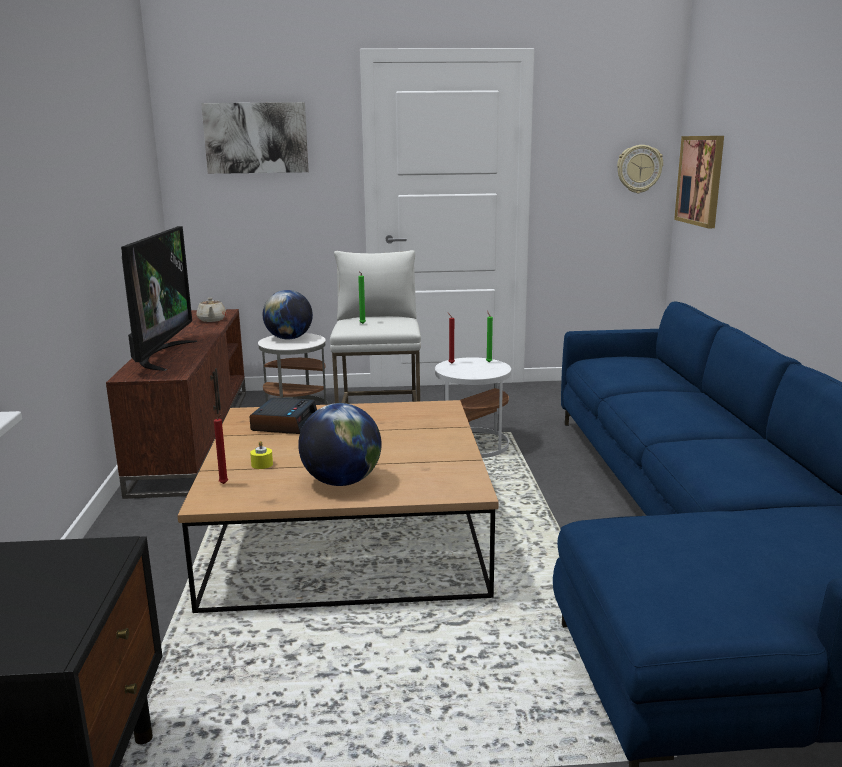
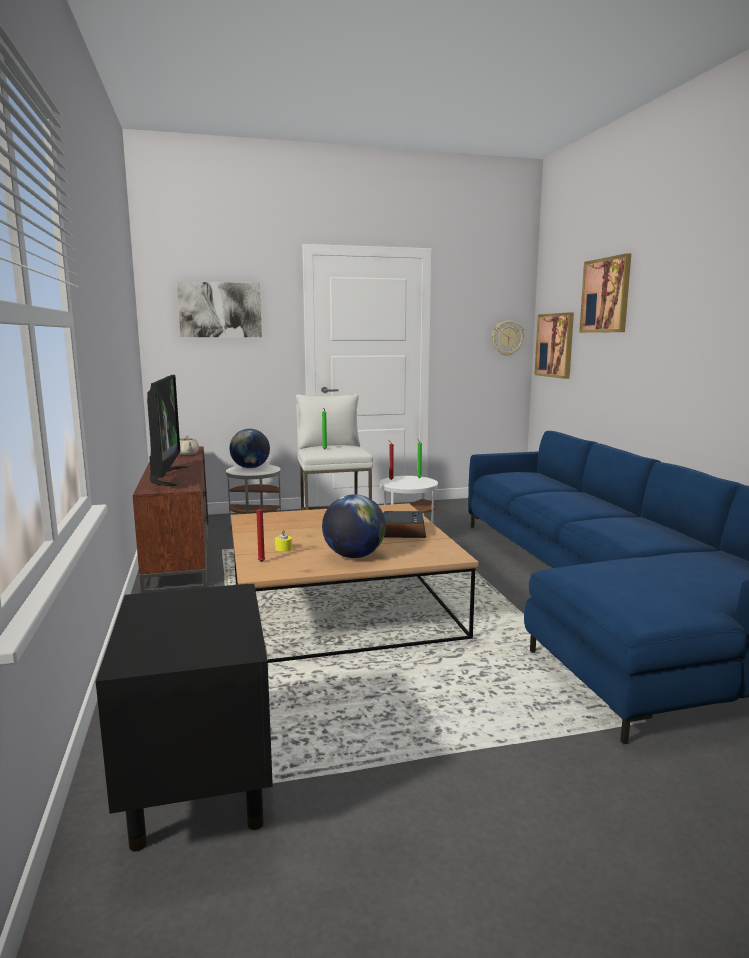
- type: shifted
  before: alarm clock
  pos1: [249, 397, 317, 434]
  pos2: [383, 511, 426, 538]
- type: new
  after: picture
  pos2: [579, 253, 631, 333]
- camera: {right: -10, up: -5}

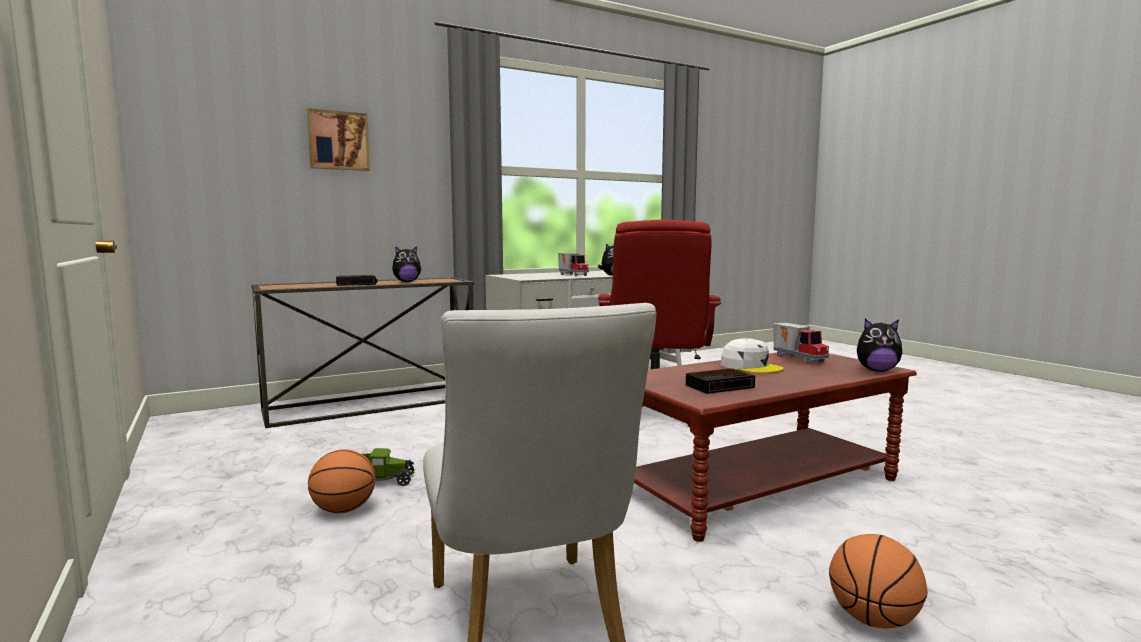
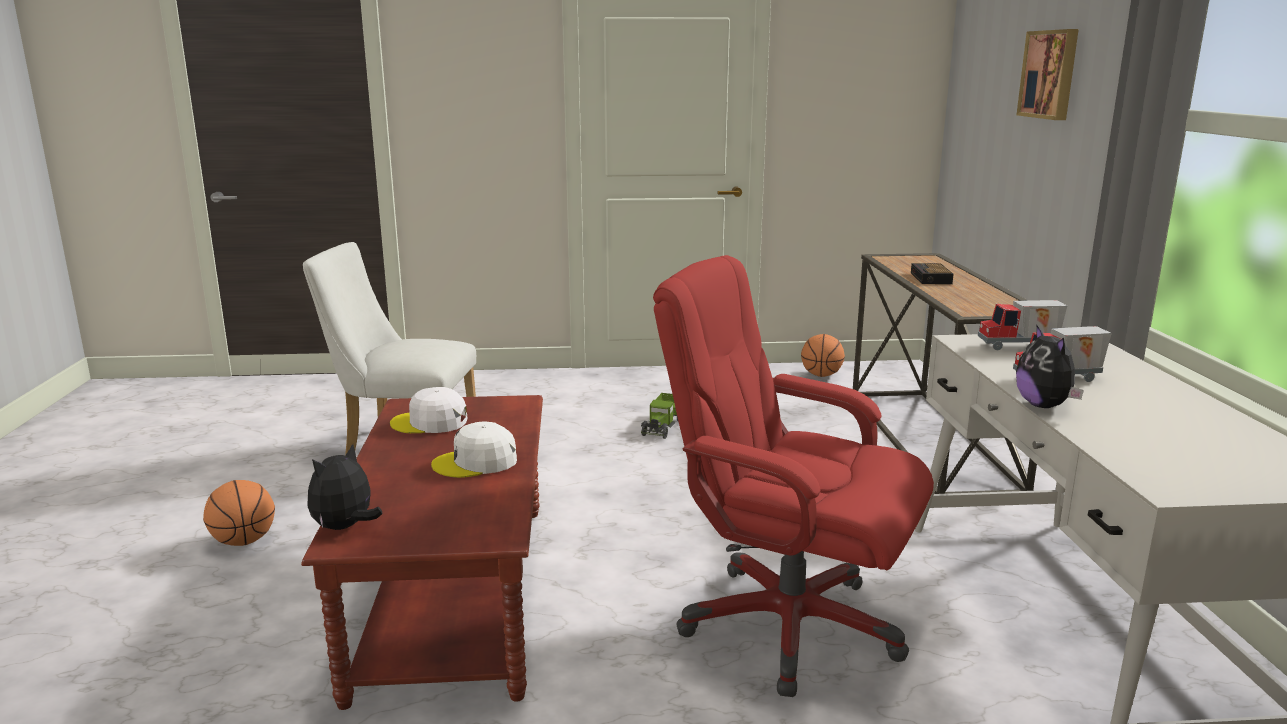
- type: swapped
  before: alarm clock
  after: cap (white)
  pos1: [686, 368, 755, 394]
  pos2: [390, 387, 468, 433]
- type: shifted
  before: basketball
  pos1: [308, 449, 376, 513]
  pos2: [801, 334, 845, 377]
- type: shifted
  before: toy truck
  pos1: [773, 323, 829, 364]
  pos2: [978, 300, 1067, 350]
- type: gone
  before: plush toy
  pos1: [392, 246, 422, 282]
- camera: {right: 115, up: 10}

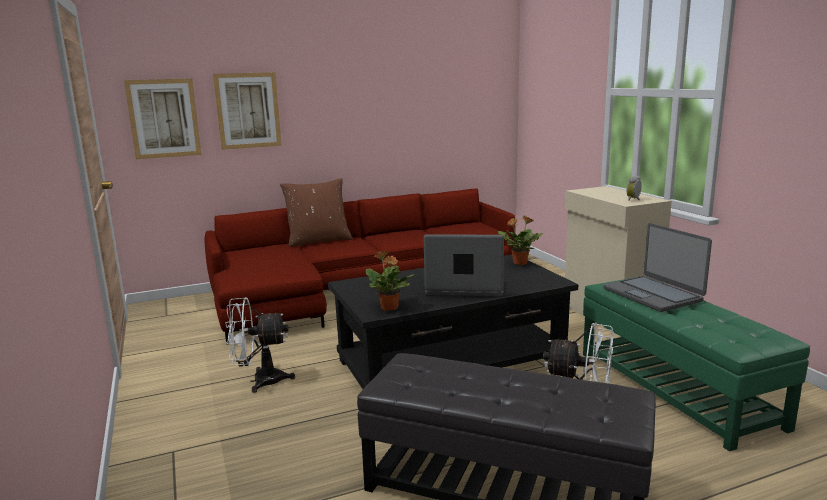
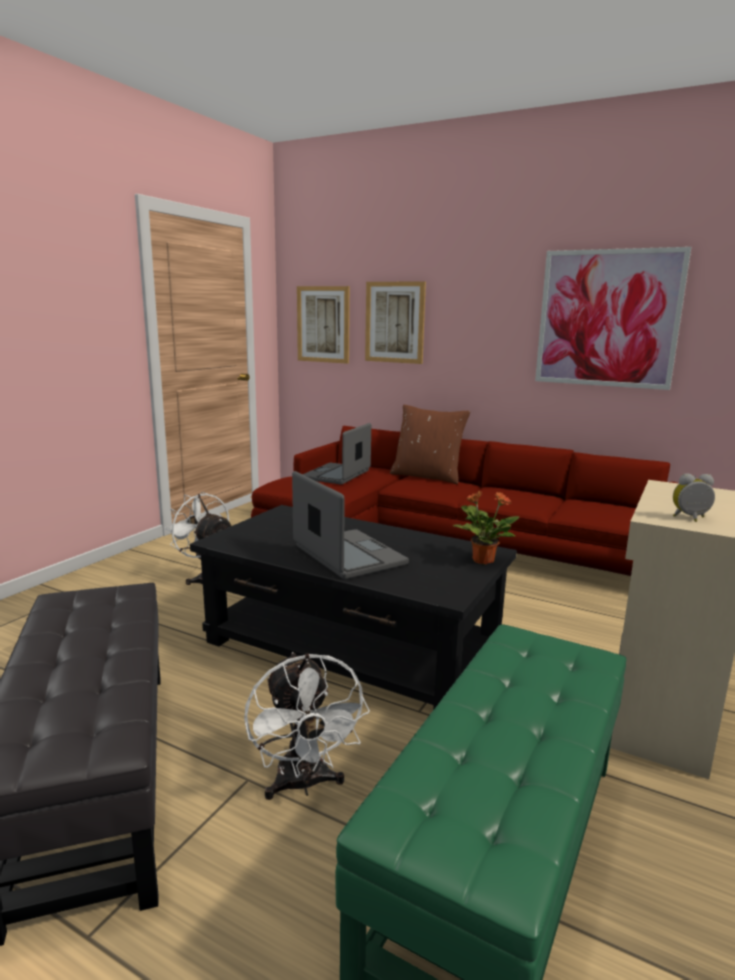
- type: shifted
  before: laptop
  pos1: [603, 223, 712, 312]
  pos2: [303, 423, 371, 484]
- type: new
  after: picture
  pos2: [535, 247, 691, 390]
- type: gone
  before: potted plant
  pos1: [366, 251, 415, 311]
- camera: {right: 50, up: 0}

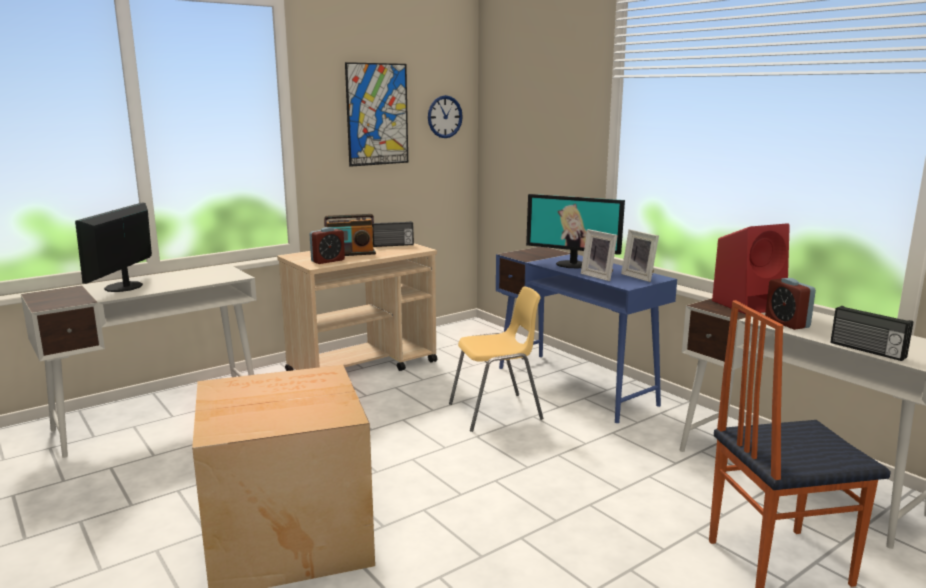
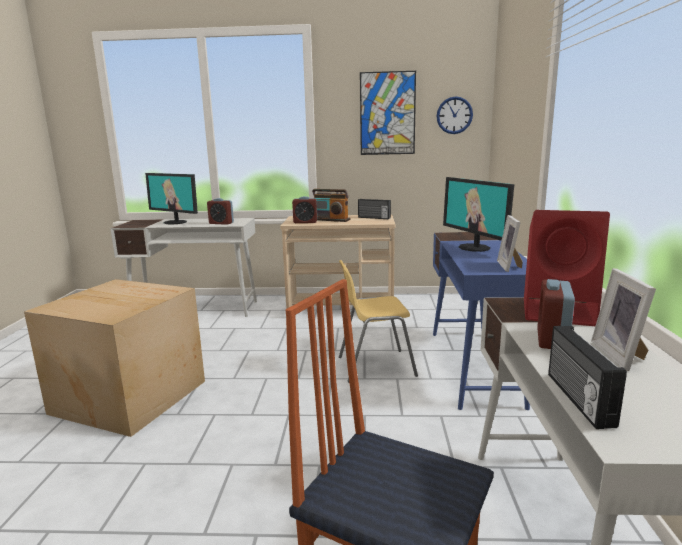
- type: rotated
  before: monitor
  pos1: [75, 203, 152, 292]
  pos2: [145, 173, 198, 224]
  turn: -105
- type: new
  after: alarm clock
  pos2: [207, 198, 234, 225]
- type: rotated
  before: chair (yellow)
  pos1: [449, 287, 543, 432]
  pos2: [339, 260, 418, 382]
  turn: 150
- type: shifted
  before: picture frame
  pos1: [581, 229, 618, 281]
  pos2: [591, 268, 656, 371]
- camera: {right: 40, up: 0}

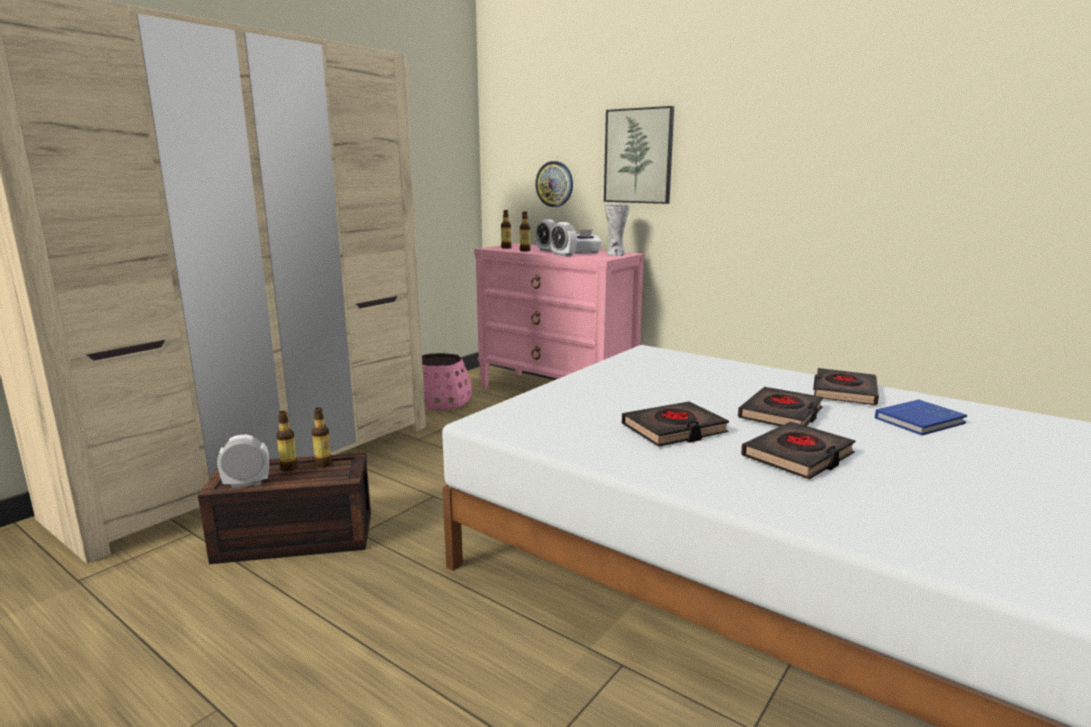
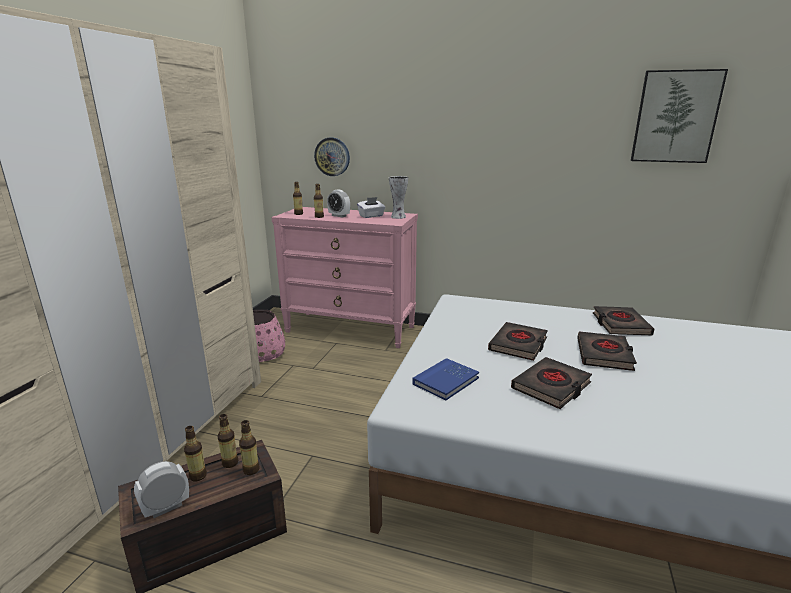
- type: new
  after: bottle
  pos2: [239, 420, 260, 475]
- type: shifted
  before: book (blue)
  pos1: [875, 400, 967, 435]
  pos2: [413, 358, 479, 400]
- type: shifted
  before: book (black)
  pos1: [741, 422, 856, 479]
  pos2: [488, 322, 548, 361]
- type: shifted
  before: picture
  pos1: [604, 106, 674, 204]
  pos2: [631, 69, 728, 163]
- type: gone
  before: alarm clock
  pos1: [550, 222, 577, 257]
- camera: {right: -20, up: 5}

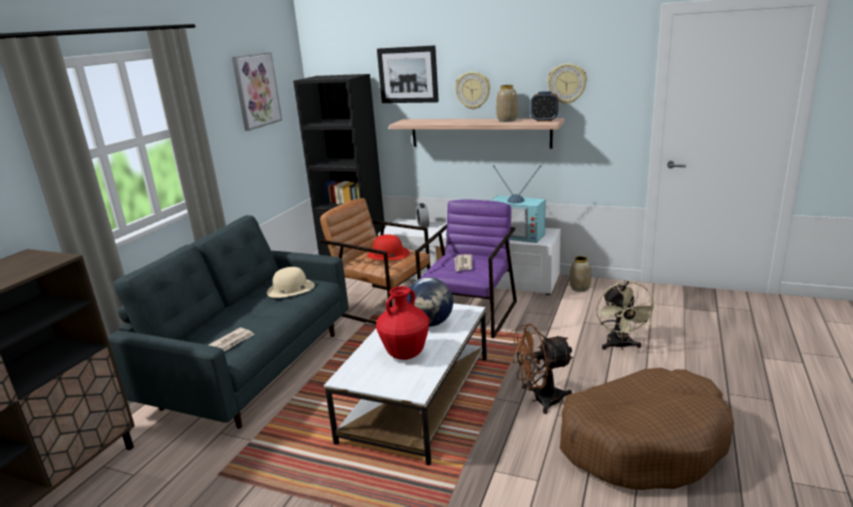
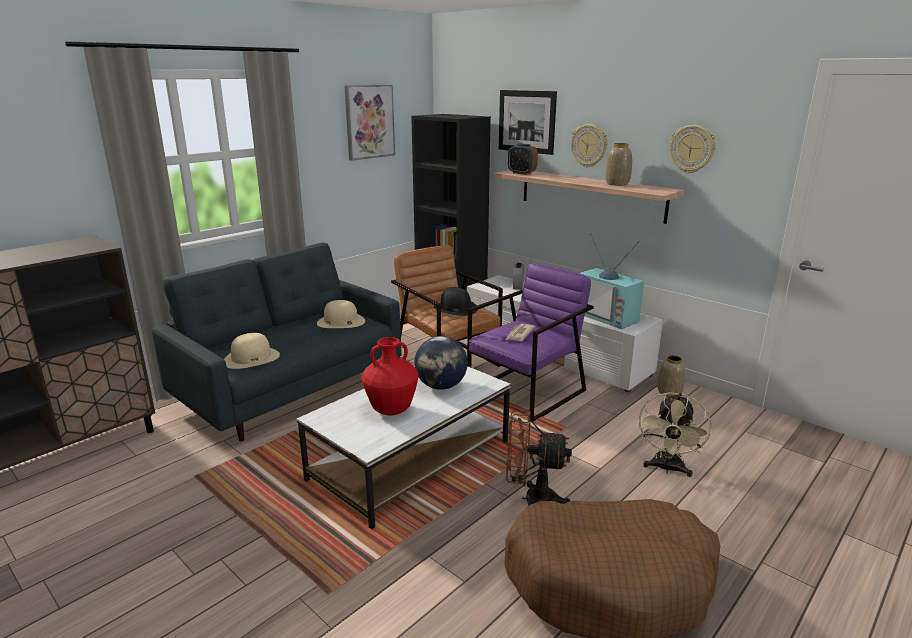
- type: swapped
  before: newspaper
  after: hat (beige)
  pos1: [209, 327, 254, 352]
  pos2: [224, 333, 280, 369]
- type: repainted
  before: hat (red)
  after: hat (black)
  pos1: [367, 235, 410, 260]
  pos2: [434, 287, 478, 316]
- type: shifted
  before: alarm clock
  pos1: [530, 91, 559, 122]
  pos2: [508, 143, 538, 175]
- camera: {right: 20, up: 0}

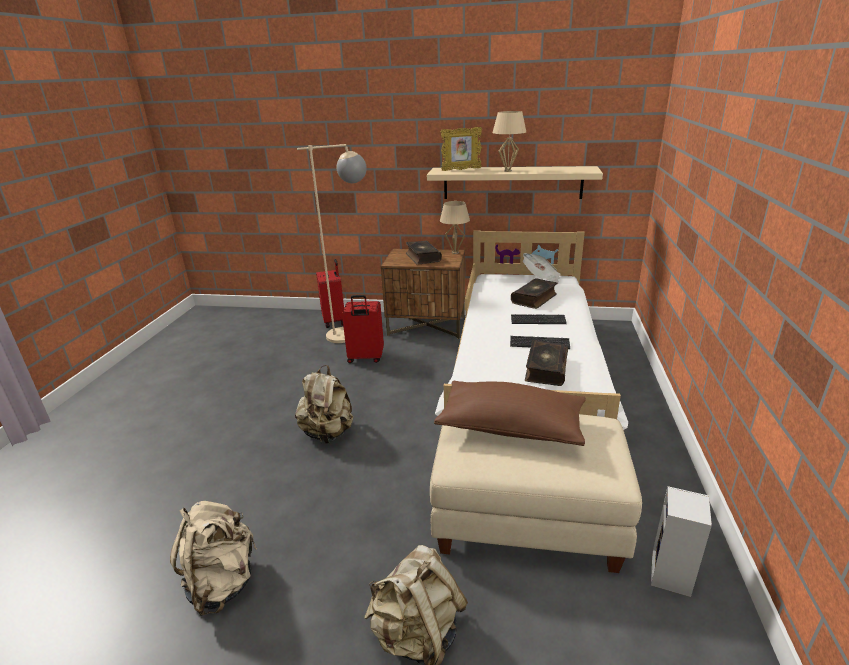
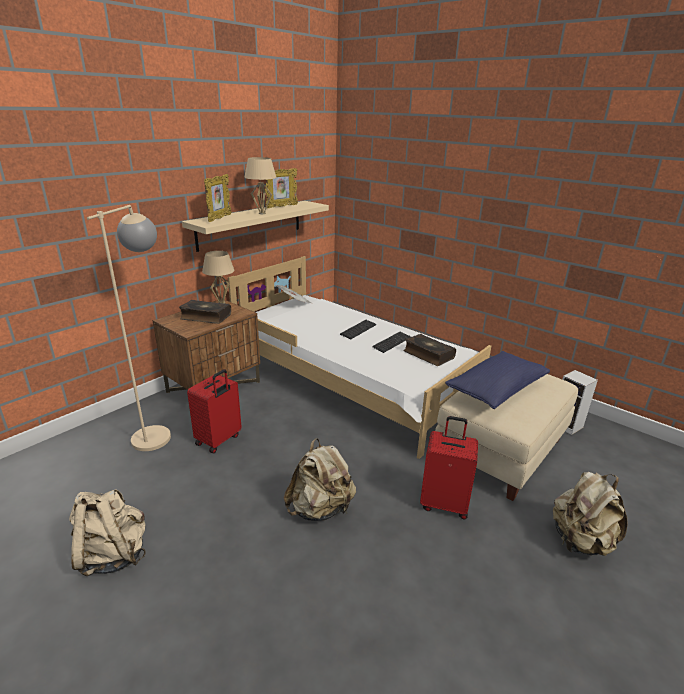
- type: shifted
  before: backpack (beige)
  pos1: [170, 501, 257, 616]
  pos2: [69, 489, 146, 576]
- type: new
  after: picture frame
  pos2: [265, 168, 298, 208]
- type: shifted
  before: suitcase (red)
  pos1: [316, 259, 344, 328]
  pos2: [420, 416, 478, 520]
- type: repainted
  before: pillow (brown)
  after: pillow (blue)
  pos1: [434, 381, 586, 446]
  pos2: [445, 351, 550, 409]
- type: gone
  before: book
  pos1: [511, 278, 557, 309]
- camera: {right: -60, up: 0}

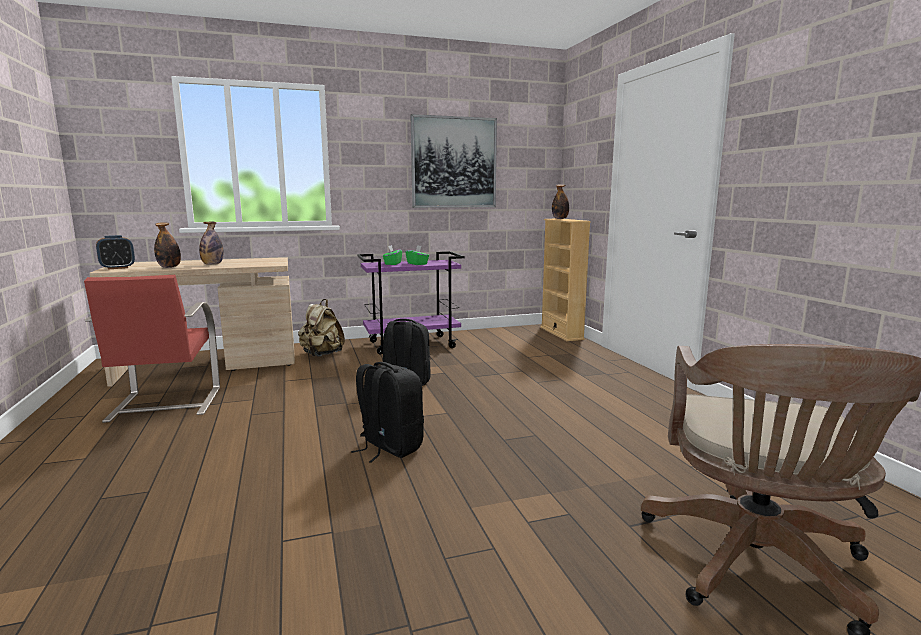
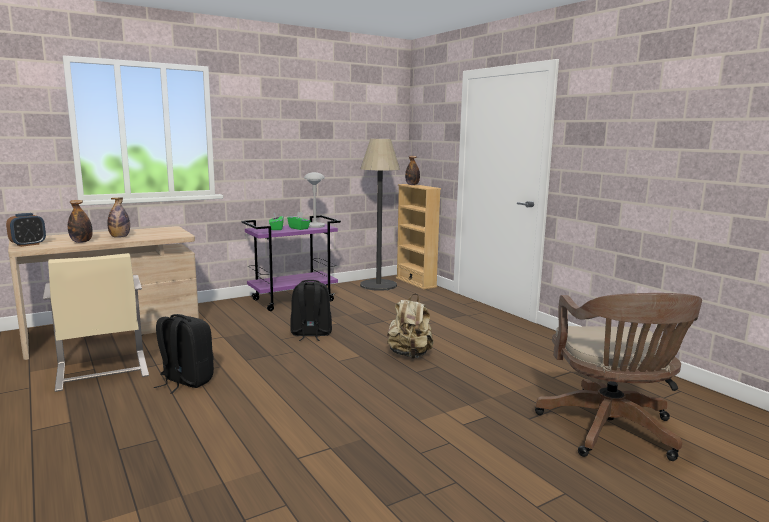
- type: repainted
  before: chair (red)
  after: chair (beige)
  pos1: [84, 275, 220, 423]
  pos2: [43, 253, 149, 392]
- type: shifted
  before: backpack (black)
  pos1: [351, 362, 424, 463]
  pos2: [154, 314, 214, 394]
- type: new
  after: table lamp (grey)
  pos2: [304, 172, 325, 228]
- type: new
  after: floor lamp
  pos2: [360, 139, 400, 291]
- type: shifted
  before: backpack (beige)
  pos1: [298, 299, 345, 356]
  pos2: [387, 294, 434, 359]
- type: gone
  before: picture
  pos1: [411, 114, 497, 208]
- camera: {right: -15, up: 0}

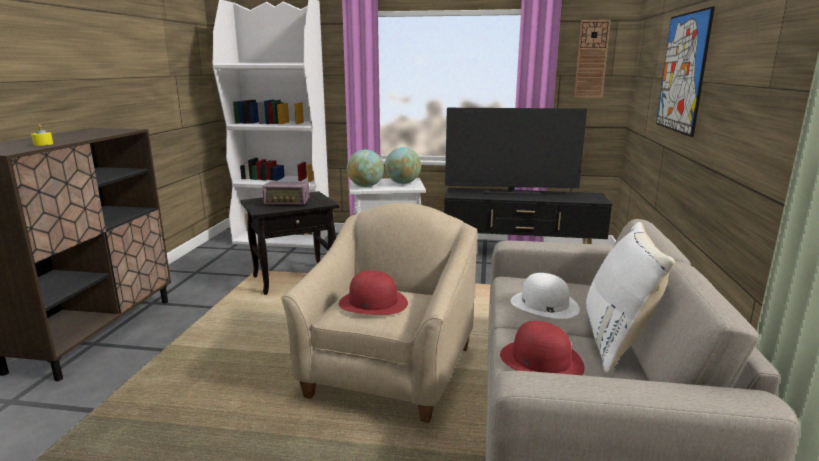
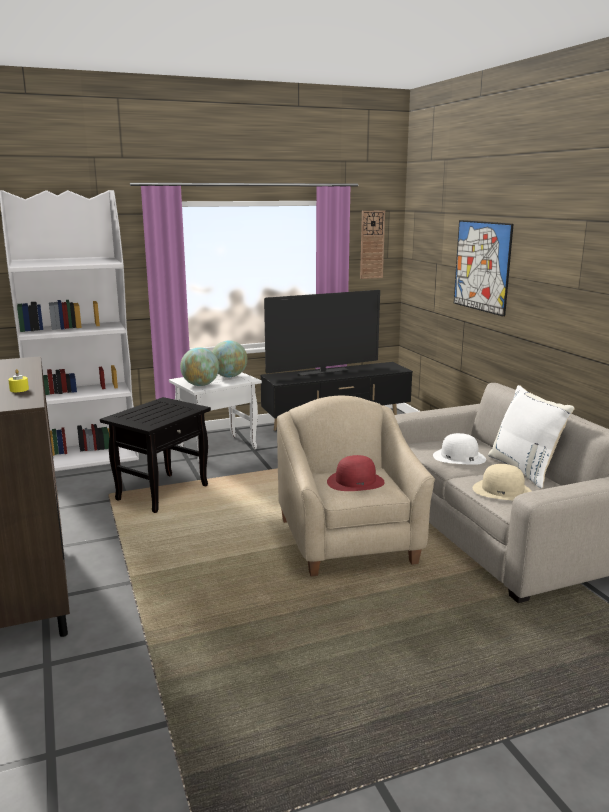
- type: repainted
  before: hat (red)
  after: hat (beige)
  pos1: [500, 321, 585, 375]
  pos2: [473, 464, 532, 500]
- type: gone
  before: radio
  pos1: [262, 182, 309, 205]
- camera: {right: -30, up: 0}

